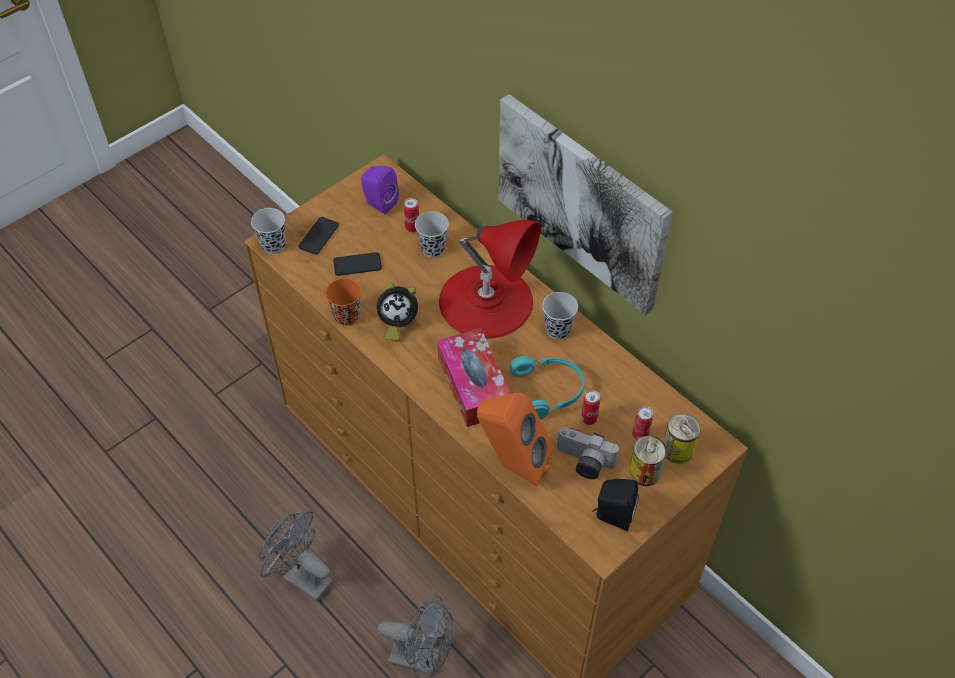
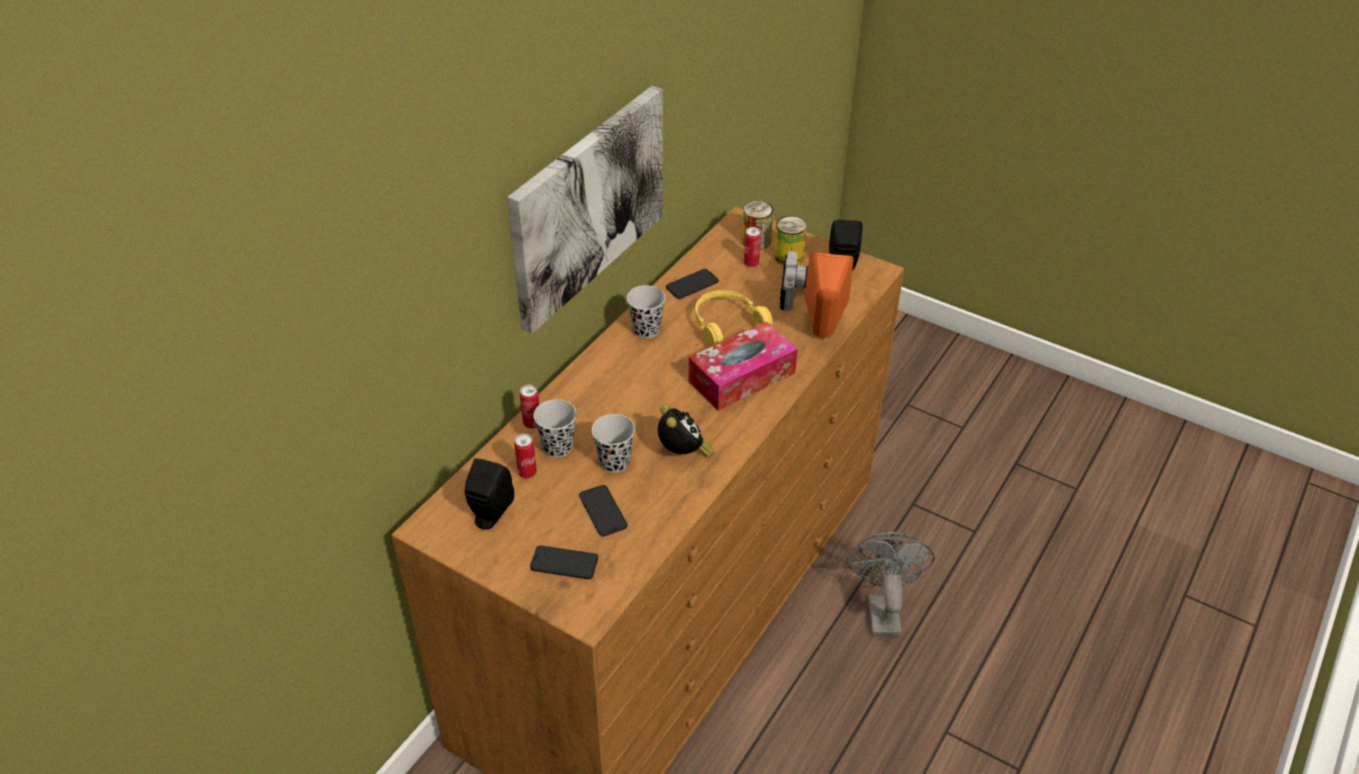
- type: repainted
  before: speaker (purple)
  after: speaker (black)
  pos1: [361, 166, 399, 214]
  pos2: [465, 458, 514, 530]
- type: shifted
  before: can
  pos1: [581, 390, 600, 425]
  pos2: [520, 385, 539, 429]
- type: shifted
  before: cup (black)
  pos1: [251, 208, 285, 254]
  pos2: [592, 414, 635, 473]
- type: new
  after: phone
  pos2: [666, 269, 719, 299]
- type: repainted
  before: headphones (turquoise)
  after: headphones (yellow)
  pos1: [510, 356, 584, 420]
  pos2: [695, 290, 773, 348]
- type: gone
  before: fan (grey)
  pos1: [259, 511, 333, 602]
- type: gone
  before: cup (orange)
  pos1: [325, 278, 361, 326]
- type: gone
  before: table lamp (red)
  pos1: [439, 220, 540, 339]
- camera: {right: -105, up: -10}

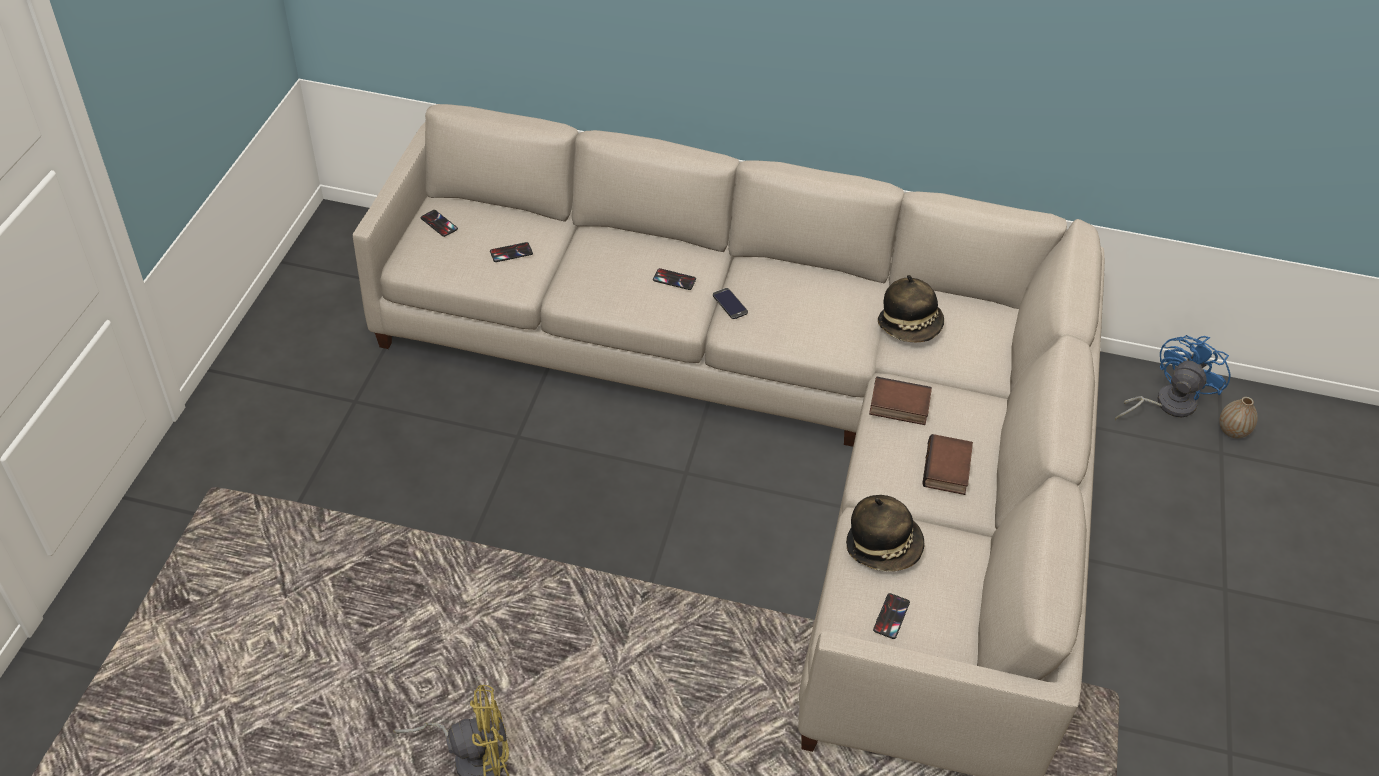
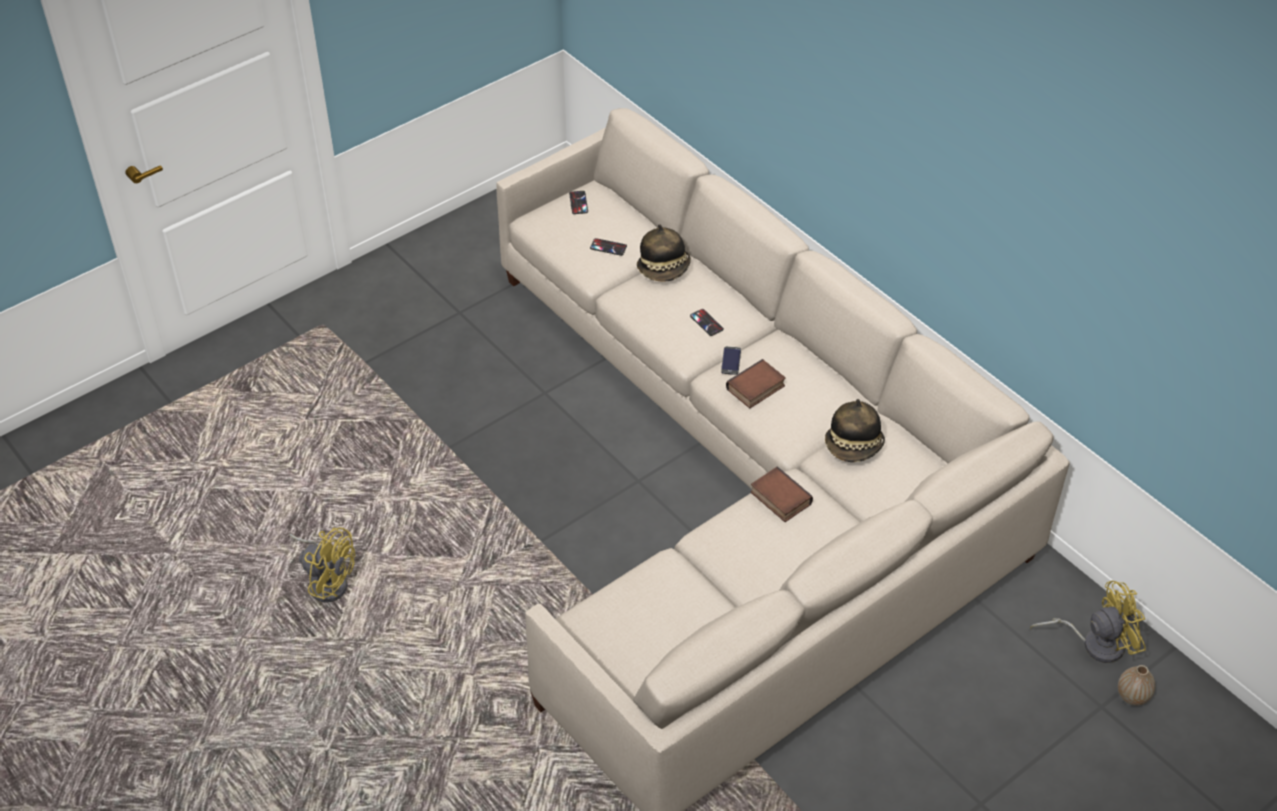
- type: shifted
  before: hat
  pos1: [846, 495, 925, 572]
  pos2: [637, 224, 691, 282]
- type: shifted
  before: book
  pos1: [922, 434, 973, 495]
  pos2: [726, 359, 786, 408]
- type: repainted
  before: fan (blue)
  after: fan (yellow)
  pos1: [1115, 335, 1230, 420]
  pos2: [1030, 581, 1146, 663]
- type: gone
  before: phone
  pos1: [873, 593, 910, 639]
- camera: {right: 40, up: 0}

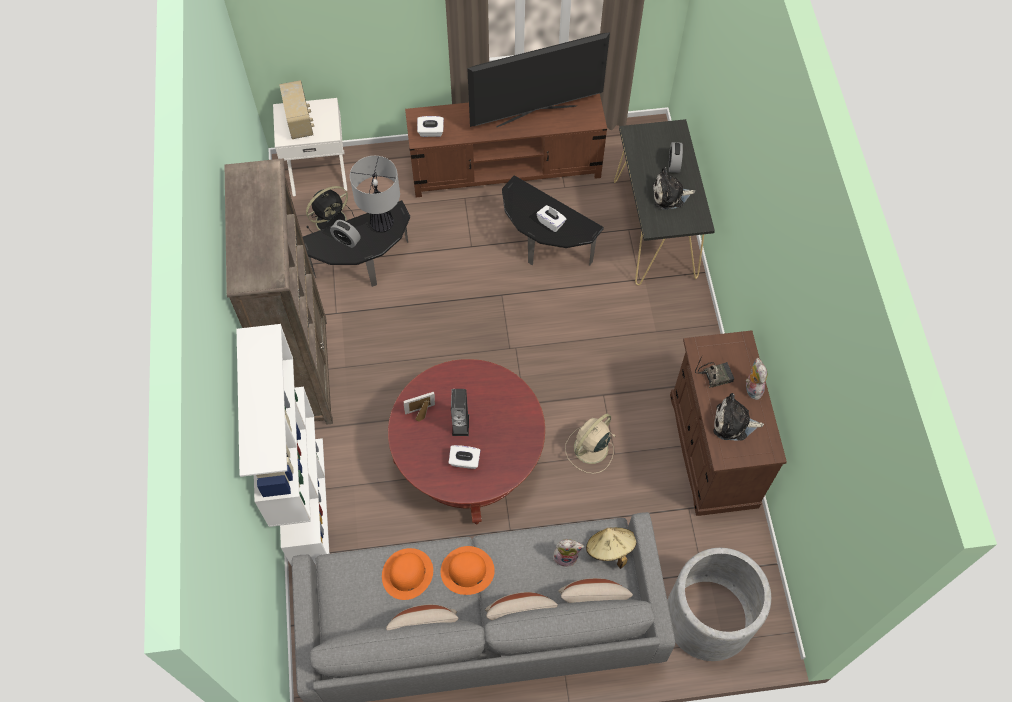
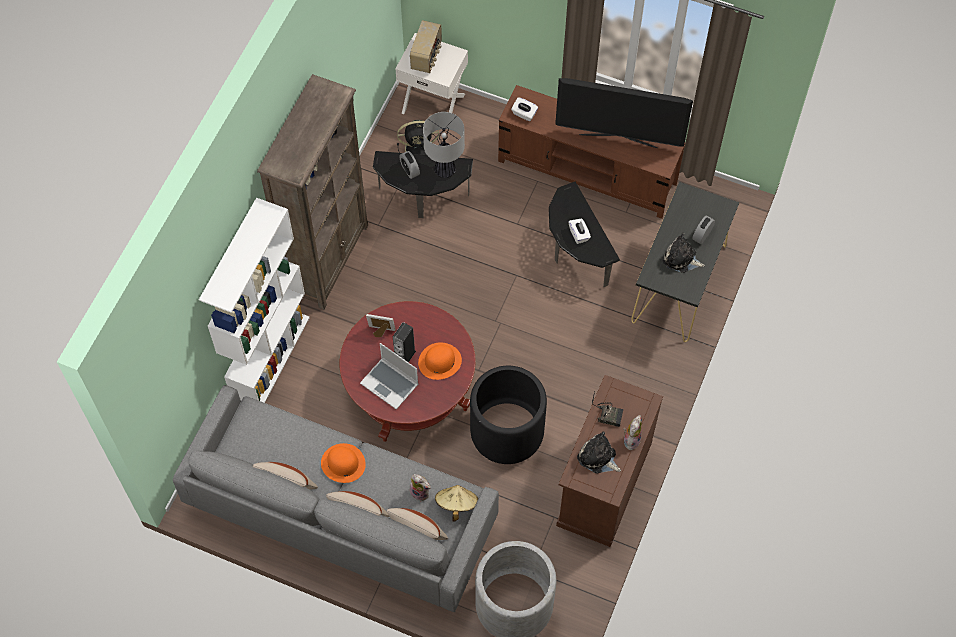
- type: swapped
  before: tissue box (white)
  after: laptop
  pos1: [449, 445, 481, 469]
  pos2: [360, 343, 418, 409]
- type: shifted
  before: hat (orange)
  pos1: [382, 548, 433, 600]
  pos2: [418, 342, 462, 380]
- type: swapped
  before: fan (beige)
  after: planter (black)
  pos1: [565, 414, 615, 474]
  pos2: [470, 366, 547, 464]
- camera: {right: 30, up: 0}

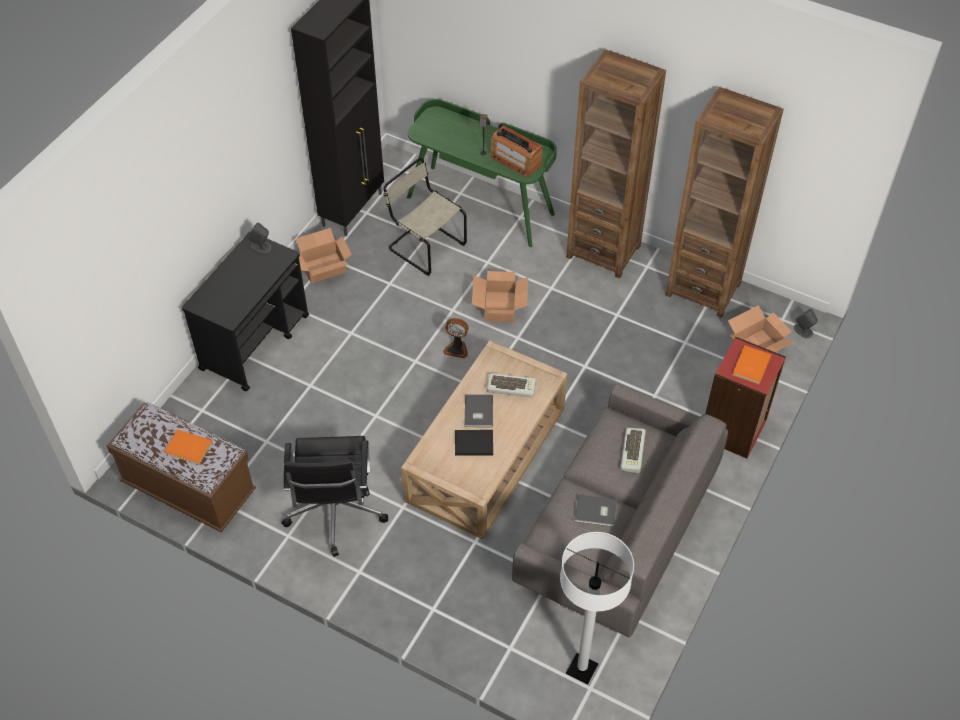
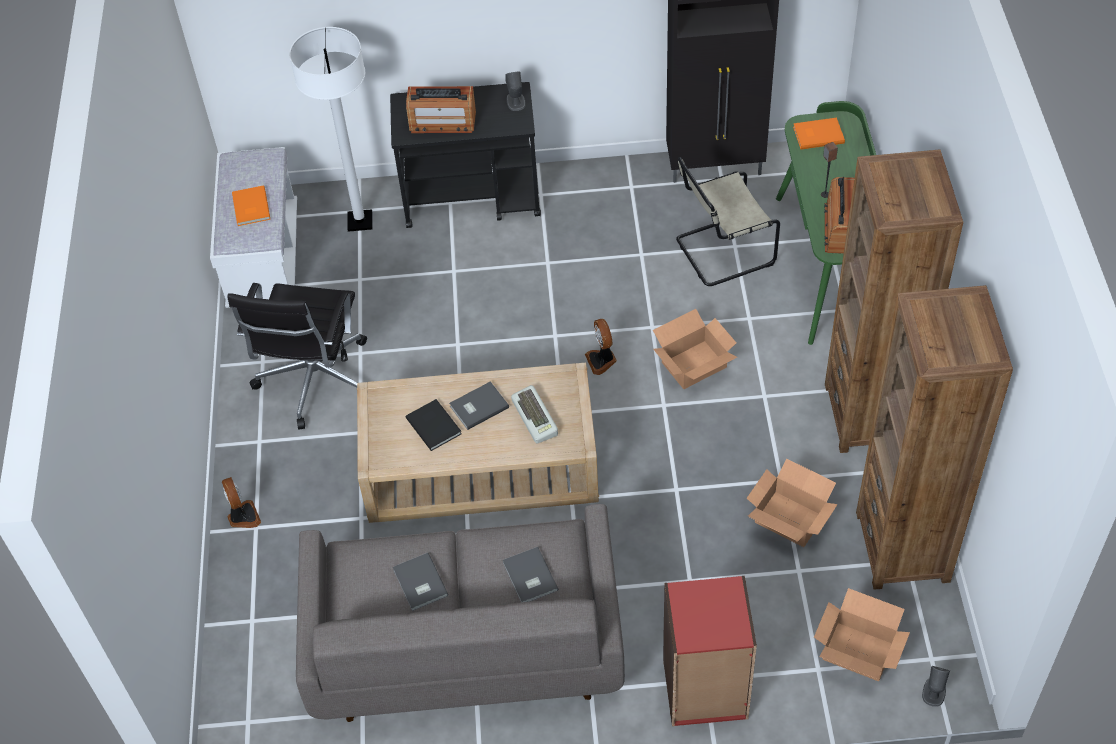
- type: repainted
  before: bench (brown)
  after: bench (white)
  pos1: [107, 402, 256, 533]
  pos2: [210, 147, 297, 308]
- type: new
  after: fan
  pos2: [222, 477, 261, 528]
- type: rotated
  before: office chair (black)
  pos1: [282, 436, 388, 557]
  pos2: [227, 283, 367, 430]
  turn: -45
- type: shifted
  before: floor lamp (white)
  pos1: [560, 532, 634, 685]
  pos2: [289, 27, 373, 232]
- type: new
  after: radio
  pos2: [406, 86, 476, 133]
- type: swapped
  before: keyboard
  after: book (grey)
  pos1: [620, 428, 646, 473]
  pos2: [503, 547, 558, 602]
- type: rotated
  before: chair (beige)
  pos1: [383, 158, 467, 276]
  pos2: [676, 157, 780, 286]
  turn: -120
- type: shifted
  before: cardboard box
  pos1: [296, 228, 352, 283]
  pos2: [747, 459, 838, 547]
- type: shifted
  before: book (orange)
  pos1: [732, 345, 771, 384]
  pos2: [793, 117, 845, 149]
- camera: {right: 60, up: 0}

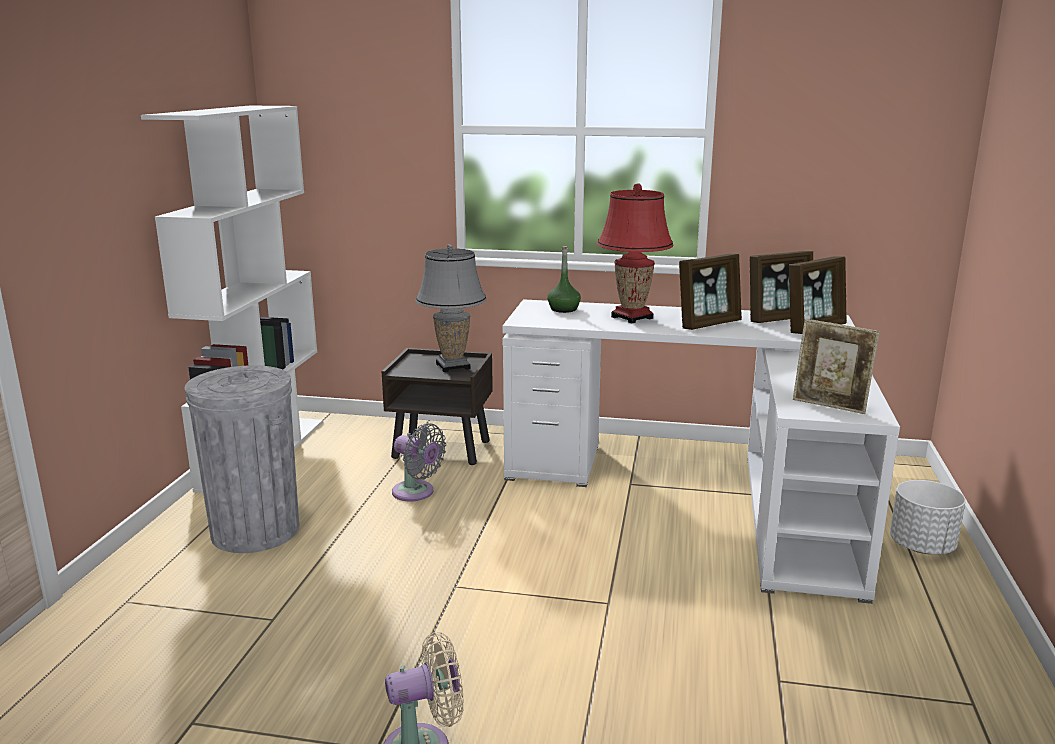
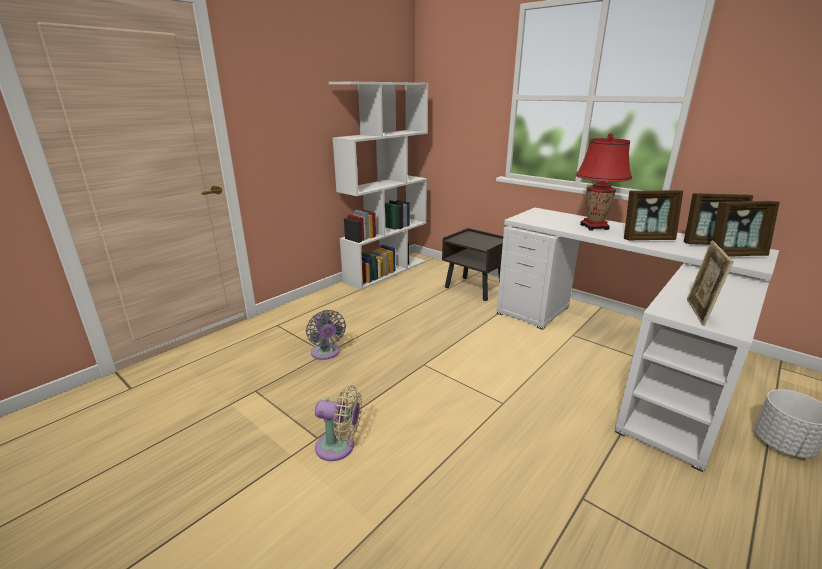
- type: shifted
  before: fan (grey)
  pos1: [392, 423, 446, 501]
  pos2: [306, 310, 346, 360]
- type: rotated
  before: picture frame
  pos1: [793, 319, 880, 414]
  pos2: [687, 241, 733, 326]
  turn: 45
- type: gone
  before: trash can (grey)
  pos1: [185, 365, 299, 553]
- type: gone
  before: table lamp (grey)
  pos1: [416, 244, 487, 372]
- type: gone
  before: bottle (green)
  pos1: [547, 246, 581, 313]
- camera: {right: 30, up: 5}

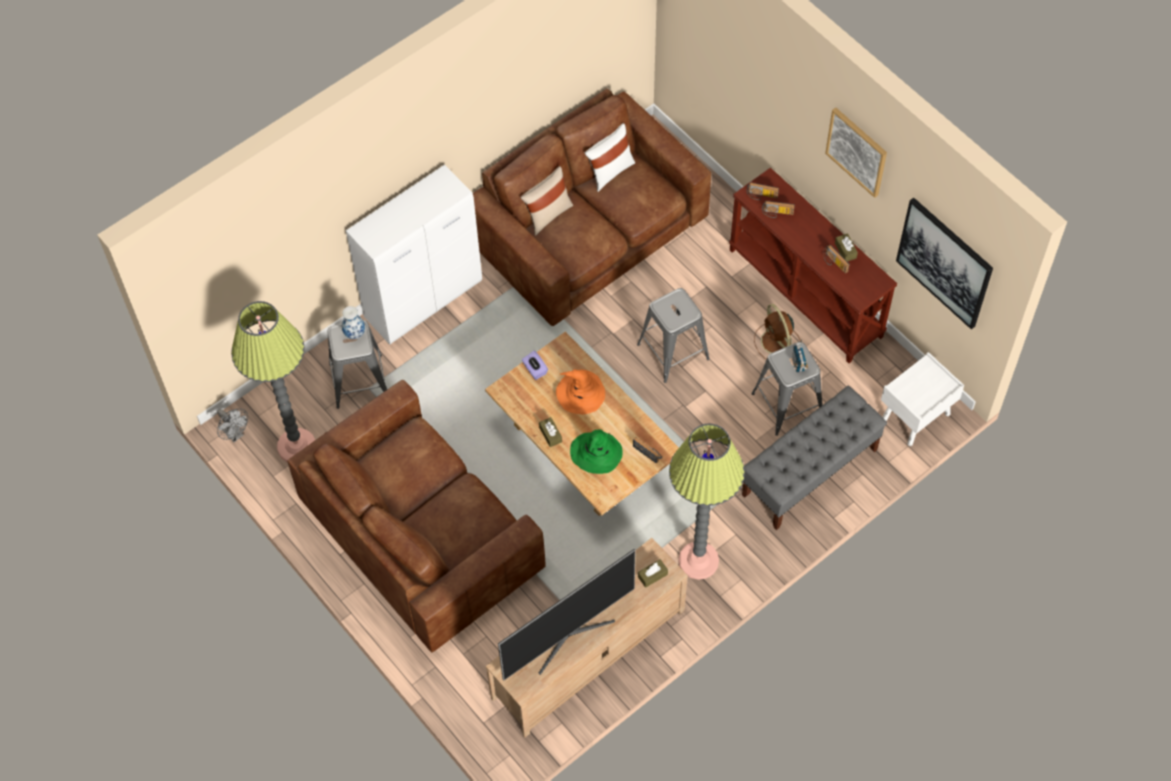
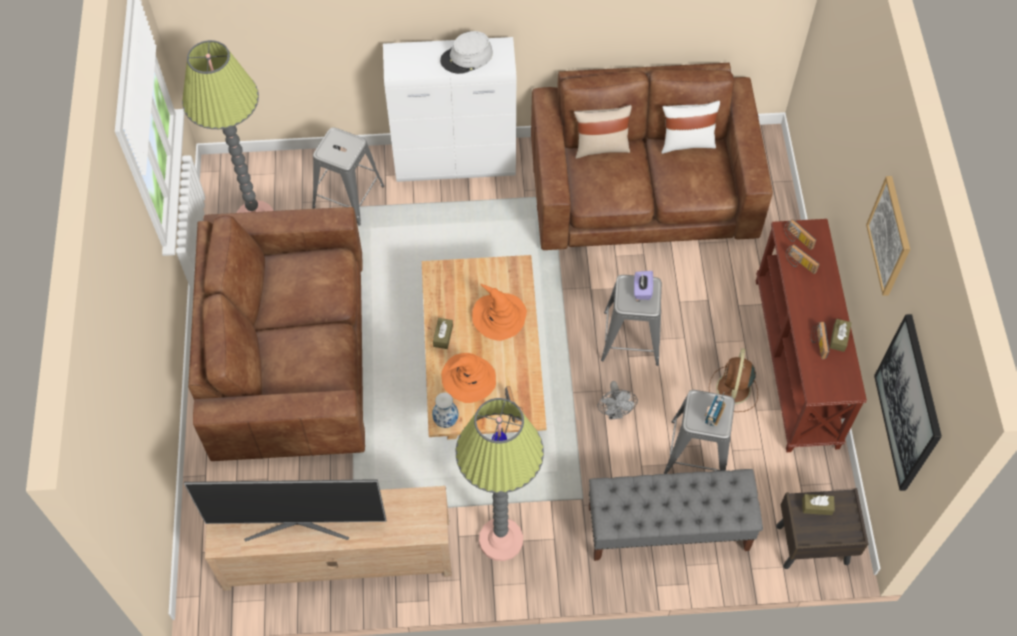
- type: shifted
  before: vase
  pos1: [342, 306, 365, 339]
  pos2: [432, 393, 458, 428]
- type: new
  after: hat (grey)
  pos2: [440, 31, 493, 74]
- type: repainted
  before: hat (green)
  after: hat (orange)
  pos1: [570, 429, 622, 474]
  pos2: [441, 353, 496, 403]
- type: shifted
  before: fan (grey)
  pos1: [217, 409, 248, 442]
  pos2: [597, 381, 638, 420]
- type: shifted
  before: tissue box (purple)
  pos1: [522, 351, 548, 380]
  pos2: [634, 271, 653, 300]
- type: repainted
  before: nightstand (white)
  after: nightstand (brown)
  pos1: [881, 352, 964, 446]
  pos2: [776, 488, 868, 569]
- type: shifted
  before: tissue box (brown)
  pos1: [638, 559, 668, 588]
  pos2: [802, 494, 835, 515]
- camera: {right: 35, up: 0}

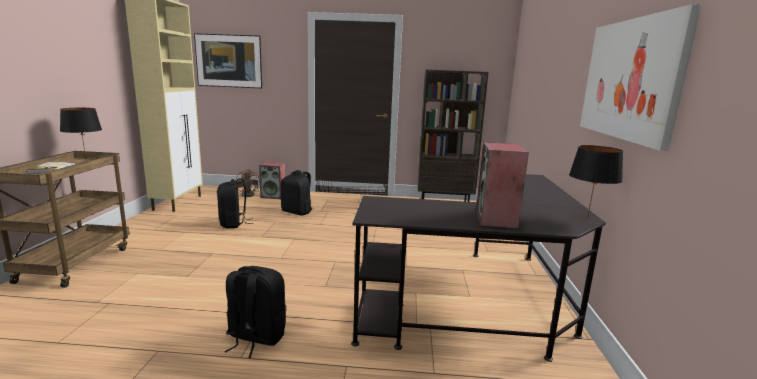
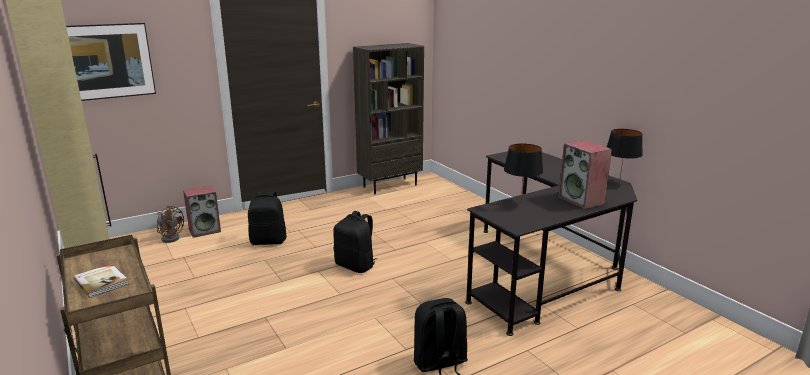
- type: shifted
  before: backpack (black)
  pos1: [217, 178, 253, 228]
  pos2: [333, 211, 377, 273]
- type: shifted
  before: table lamp (black)
  pos1: [60, 108, 102, 158]
  pos2: [504, 143, 543, 200]
- type: gone
  before: picture
  pos1: [580, 4, 702, 151]
- camera: {right: -35, up: 5}

